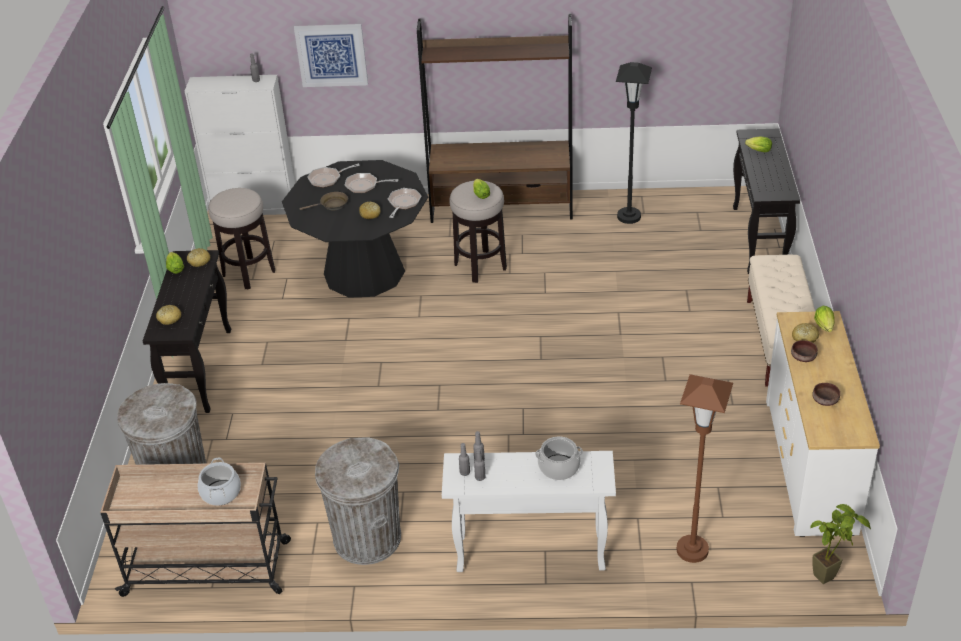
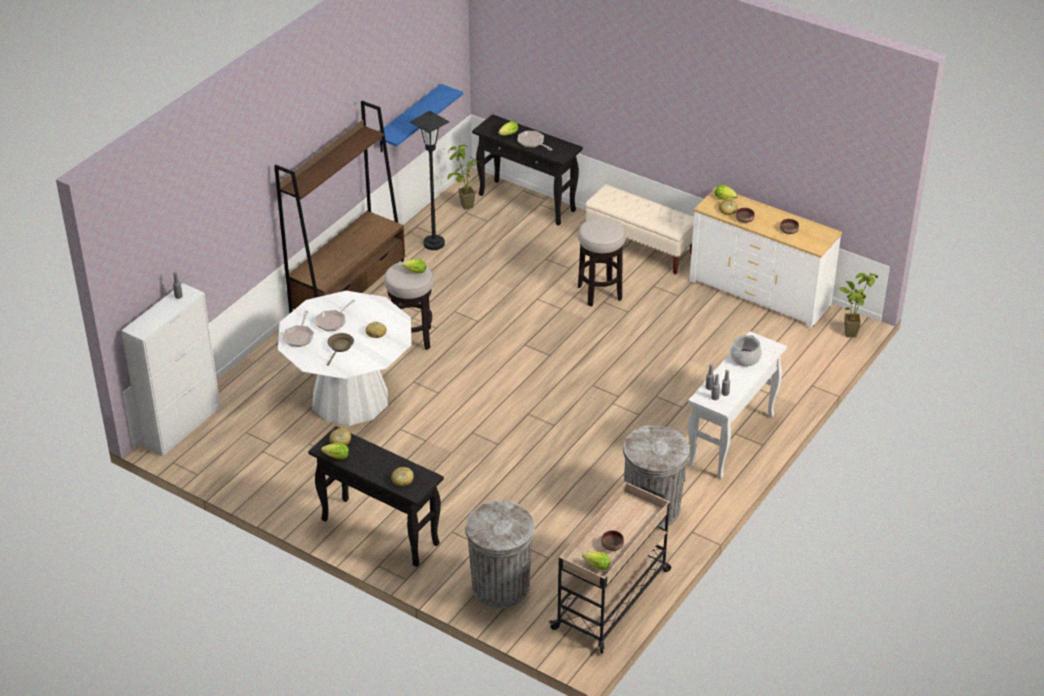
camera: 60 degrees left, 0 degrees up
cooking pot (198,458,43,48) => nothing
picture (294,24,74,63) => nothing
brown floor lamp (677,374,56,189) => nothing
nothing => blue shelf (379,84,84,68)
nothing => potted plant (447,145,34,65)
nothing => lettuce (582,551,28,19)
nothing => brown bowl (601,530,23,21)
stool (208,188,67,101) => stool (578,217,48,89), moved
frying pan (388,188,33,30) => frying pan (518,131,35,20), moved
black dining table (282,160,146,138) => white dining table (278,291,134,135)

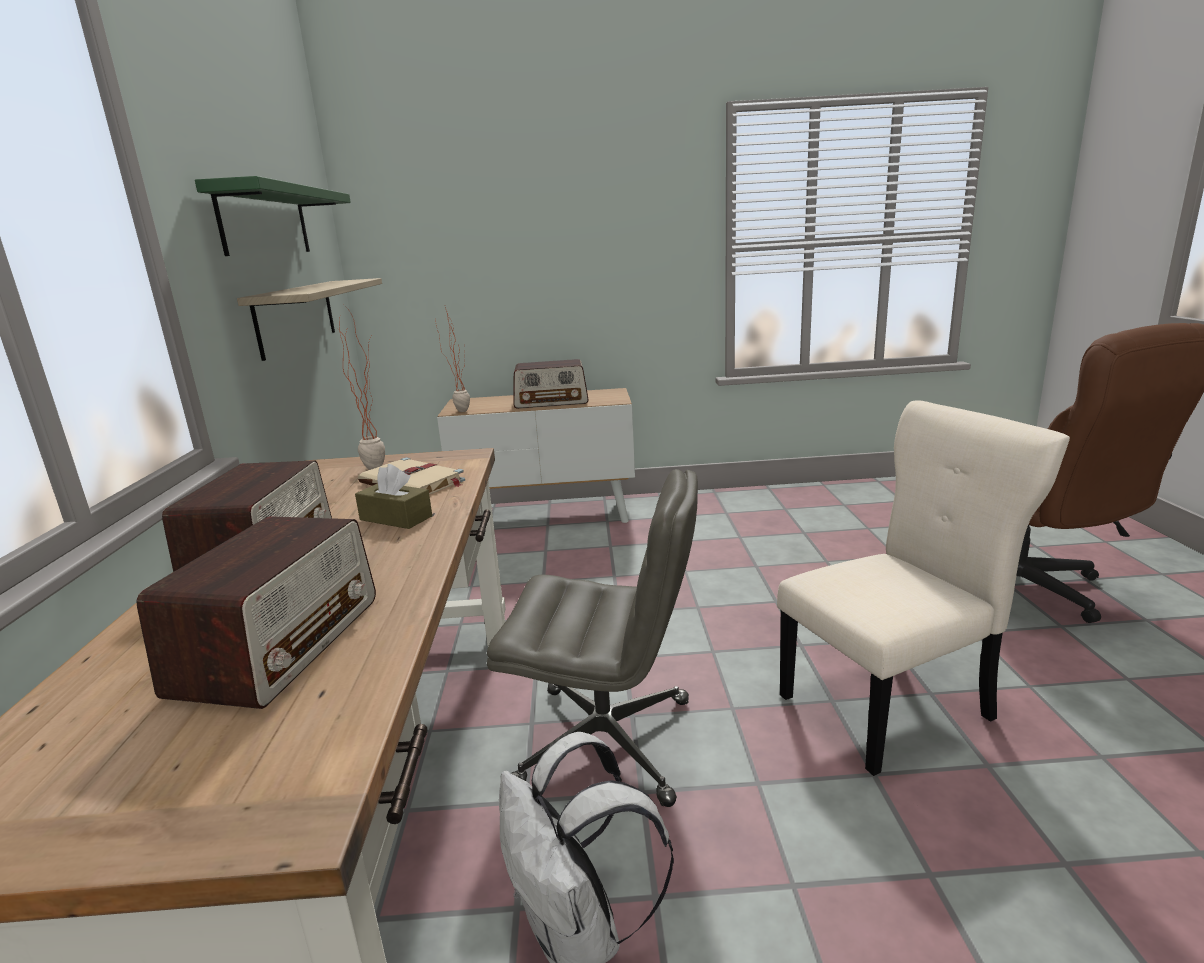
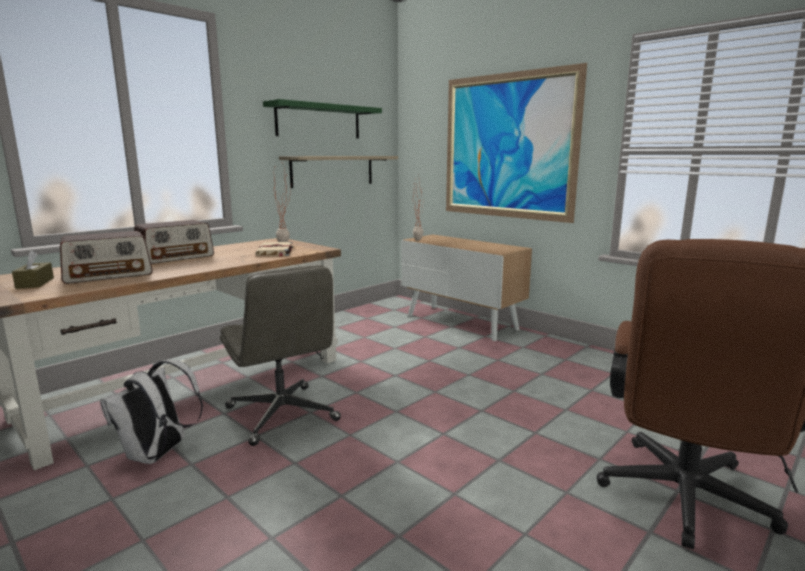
camera: 45 degrees right, 5 degrees down
radio (513,359,76,50) => nothing
beige chair (777,400,293,376) => nothing
nothing => picture (446,63,141,160)
brown tissue box (355,464,77,65) => brown tissue box (12,250,42,39), moved

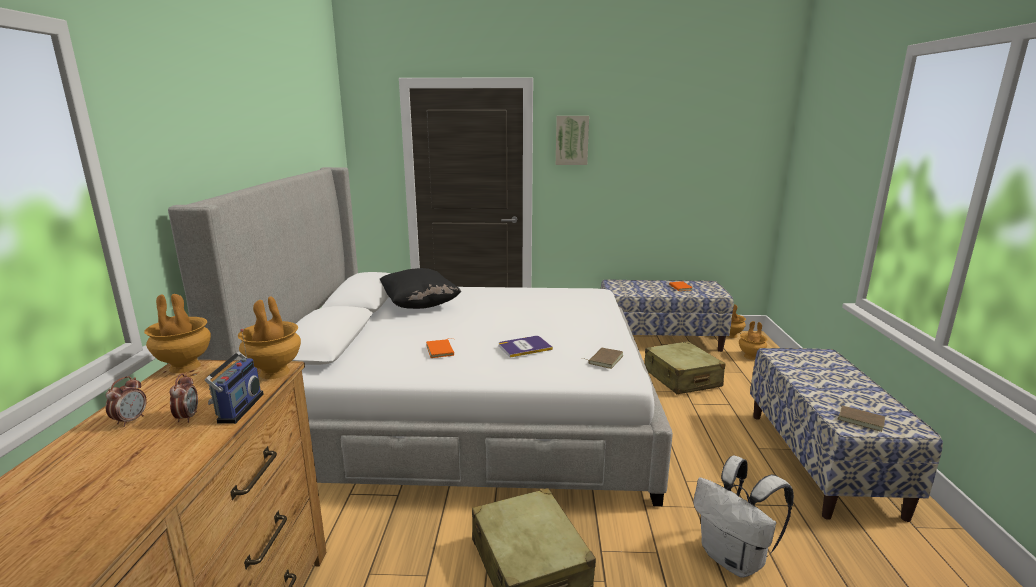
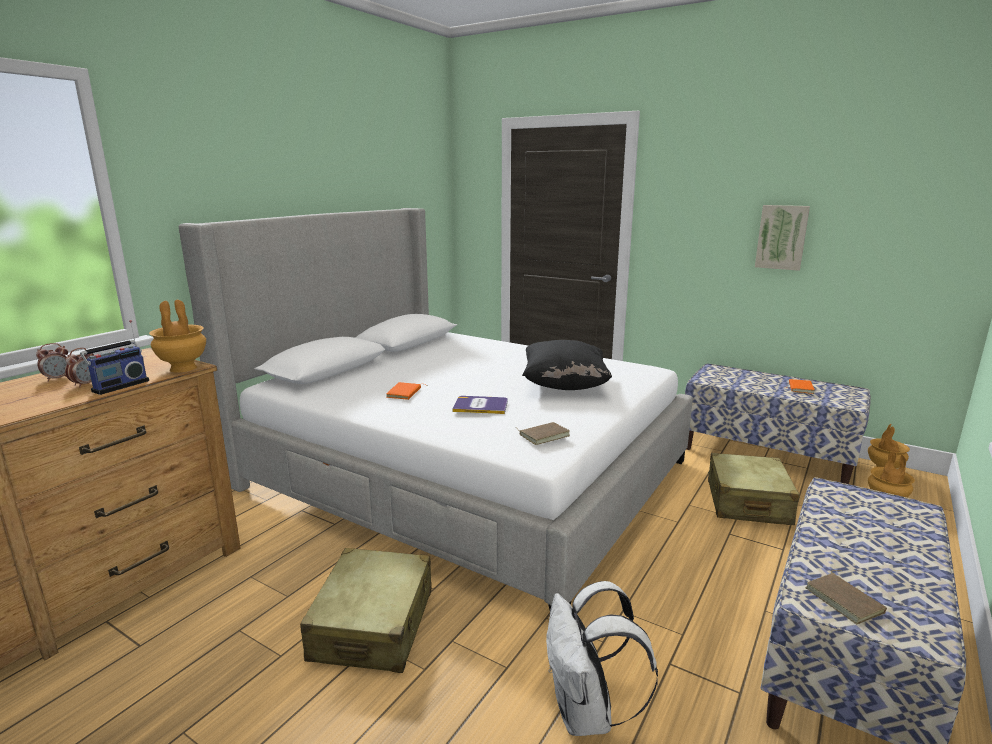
camera: 30 degrees right, 0 degrees up
brown vase (144,294,67,79) => nothing
black pillow (379,268,83,41) => black pillow (522,340,90,50), moved
picture (556,116,33,49) => picture (755,205,55,66), moved

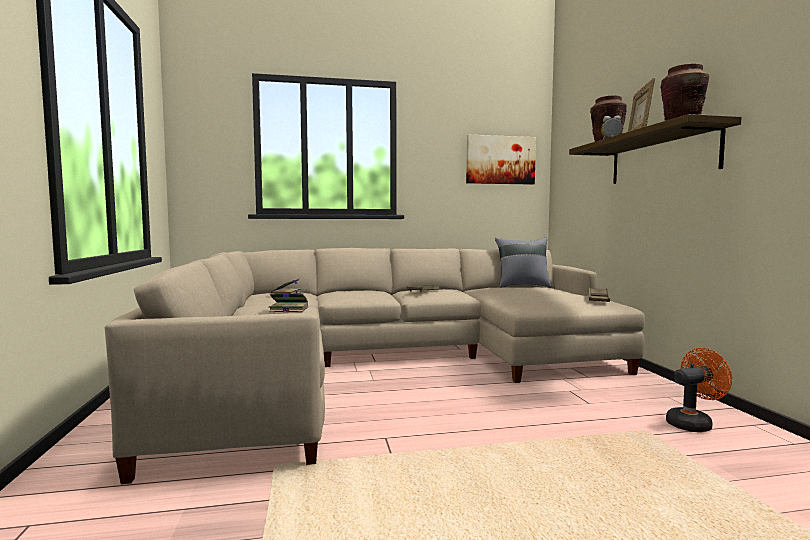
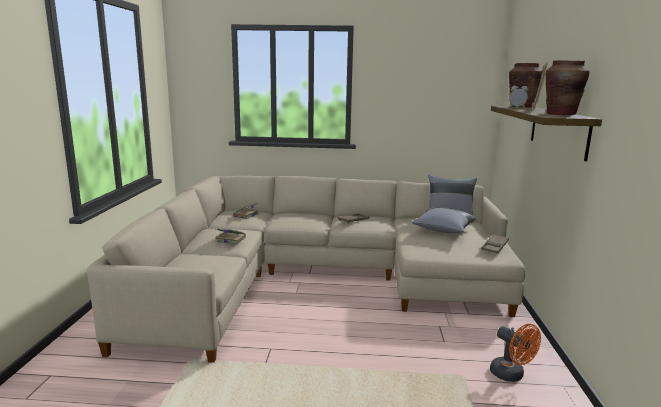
camera: 15 degrees right, 10 degrees up
picture (466,135,70,50) => nothing
nothing => grey pillow (412,207,64,26)
orange fan (666,348,66,84) => orange fan (490,324,51,58), 60 degrees clockwise

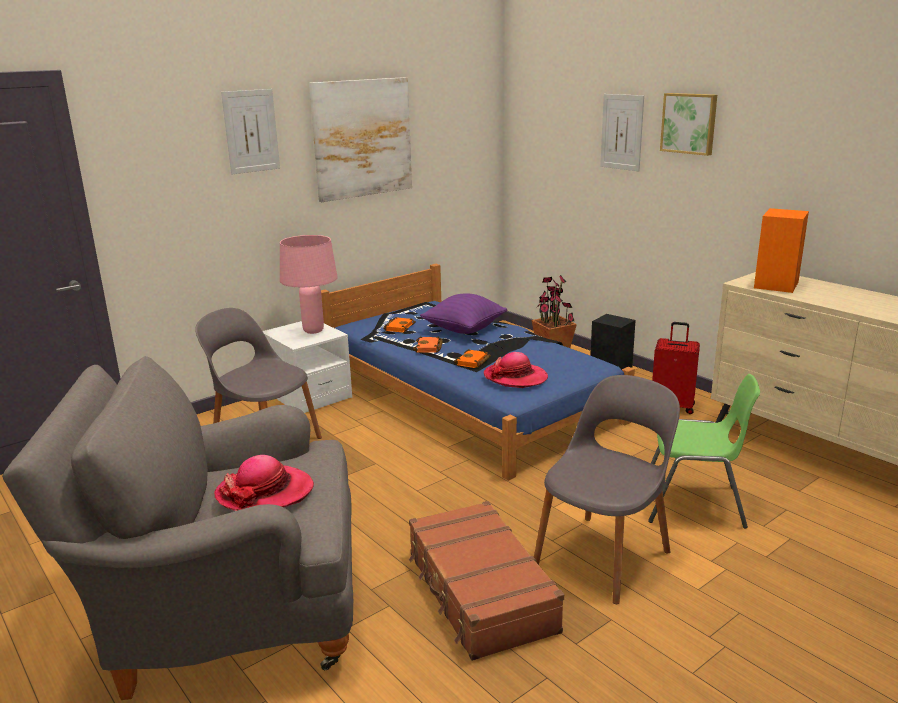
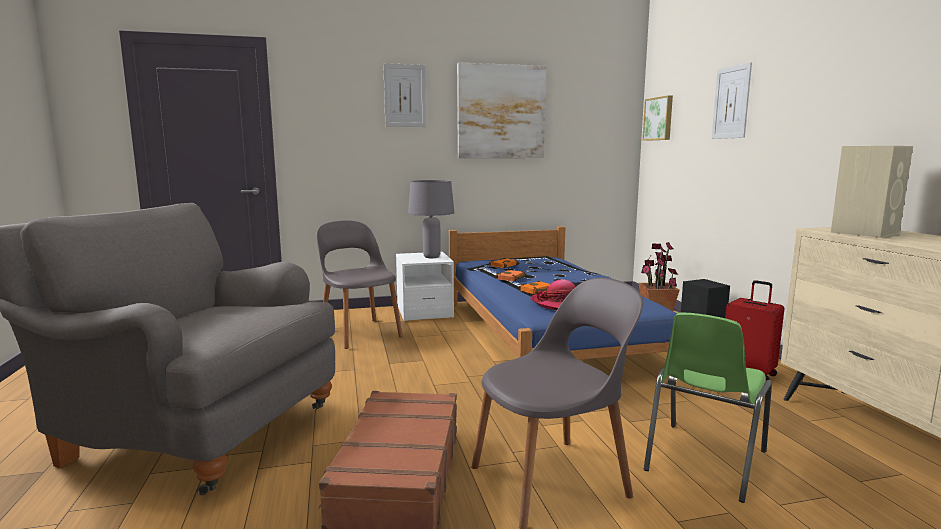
camera: 25 degrees right, 10 degrees down
hat (214,455,100,56) => nothing
purple pillow (420,293,87,41) => nothing
picture (660,93,57,63) => picture (642,95,31,46), moved
pink table lamp (280,235,58,99) => grey table lamp (408,180,46,78)
orange speaker (754,208,55,85) => beige speaker (831,146,82,92)
green chair (648,374,112,155) => green chair (644,313,128,190), 90 degrees clockwise

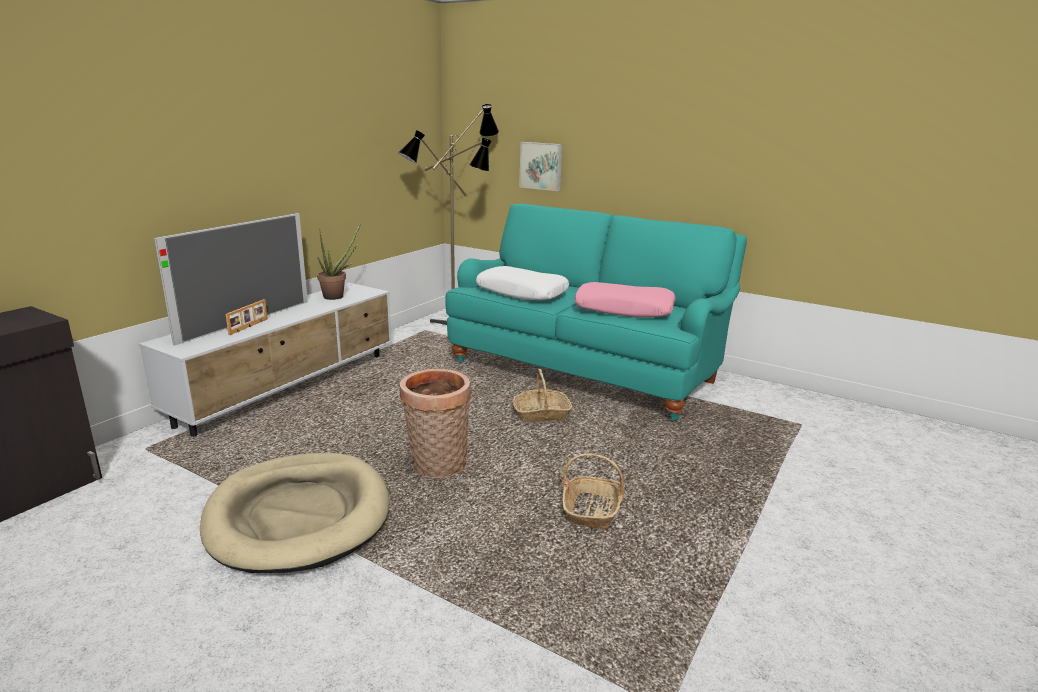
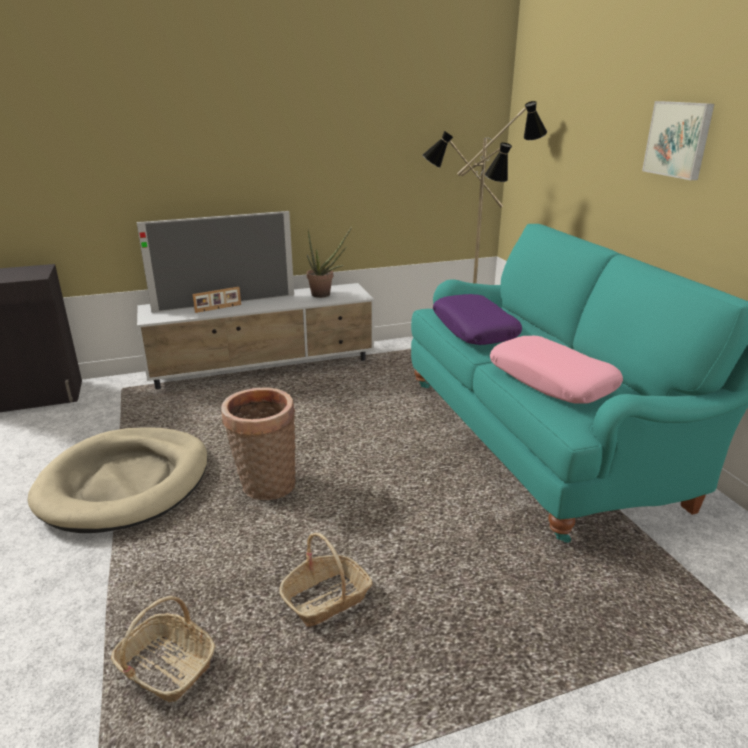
camera: 40 degrees right, 5 degrees up
basket (513,369,59,53) => basket (111,596,105,106), moved
picture (519,142,43,49) => picture (642,101,72,79), moved
white pillow (476,266,93,34) => purple pillow (433,294,89,51)

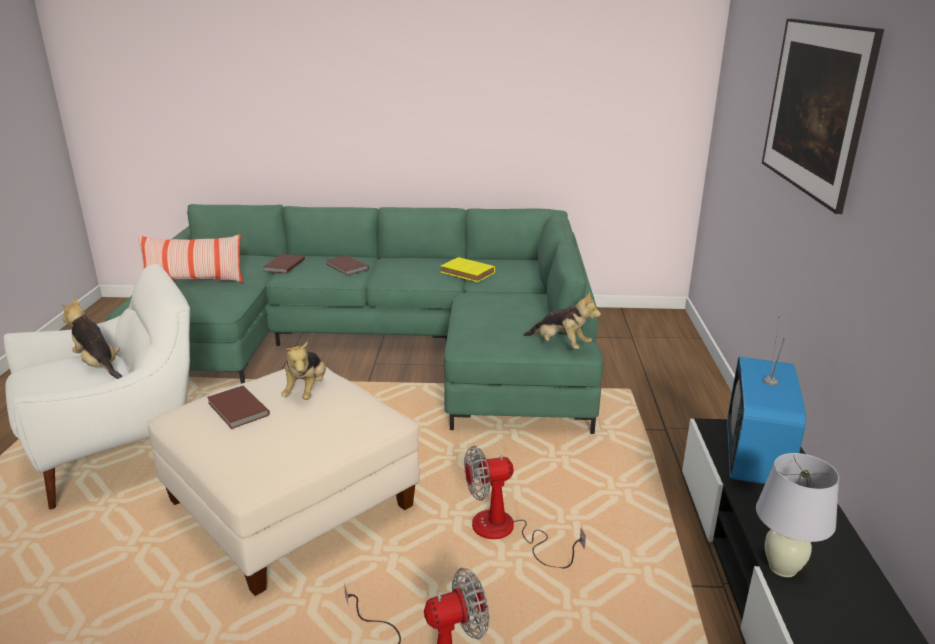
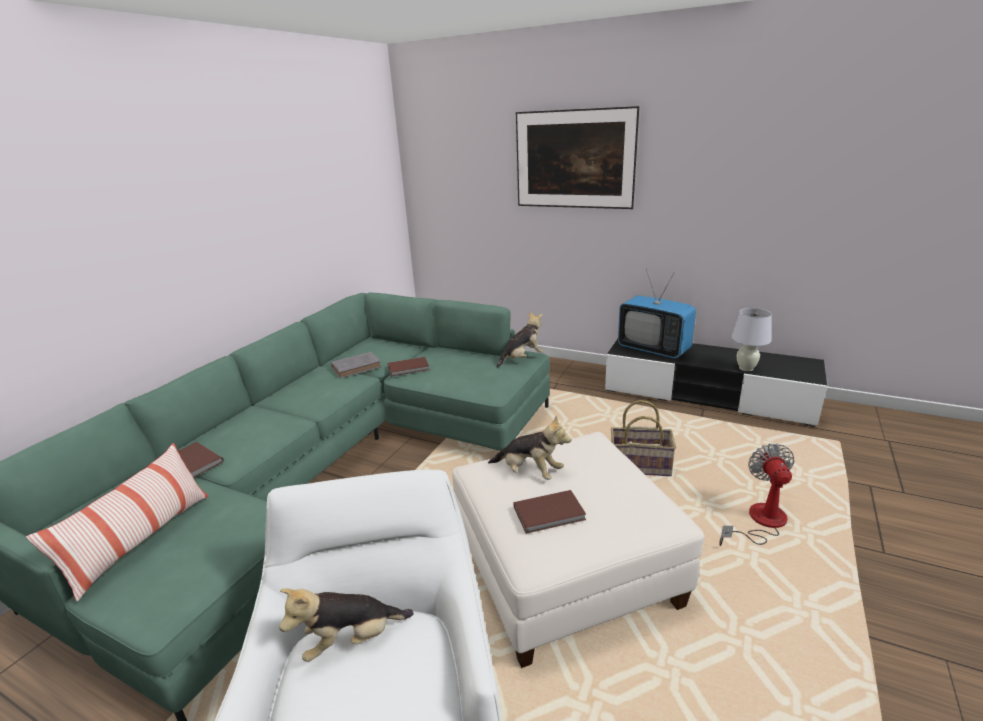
camera: 65 degrees left, 0 degrees up
brown book (325,255,44,20) => brown book (388,357,41,20), moved
fan (464,446,122,122) => basket (611,400,65,76)
yellow book (441,257,54,25) => grey book (331,352,50,26)

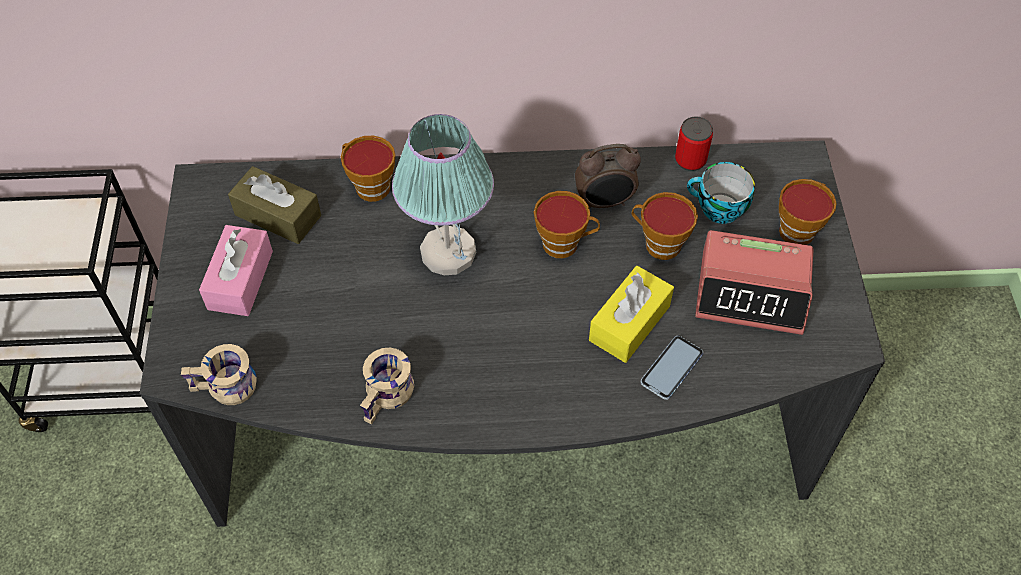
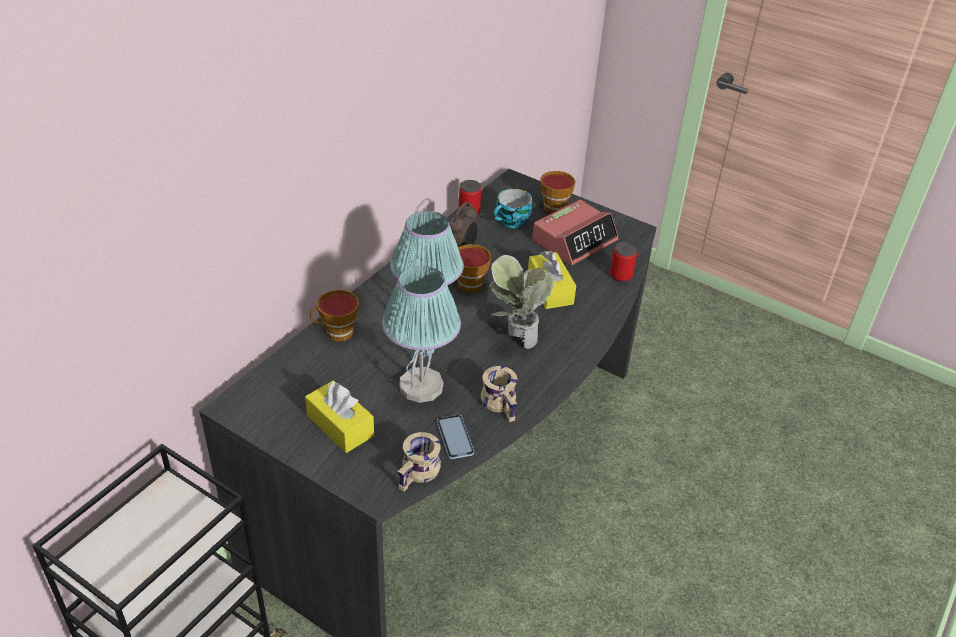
camera: 55 degrees left, 15 degrees down
brown tissue box (228,166,93,78) => nothing
cup (632,192,66,68) => nothing
nothing => table lamp (382,266,79,137)
nothing => potted plant (489,255,65,94)
nothing => can (610,242,27,40)
phone (641,336,62,64) => phone (437,415,37,44), moved
pink tissue box (199,225,74,91) => yellow tissue box (305,380,69,73)

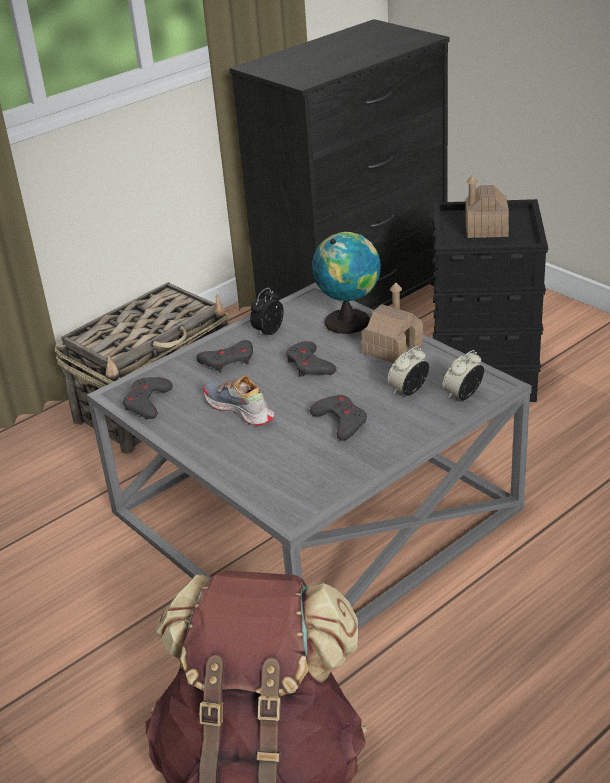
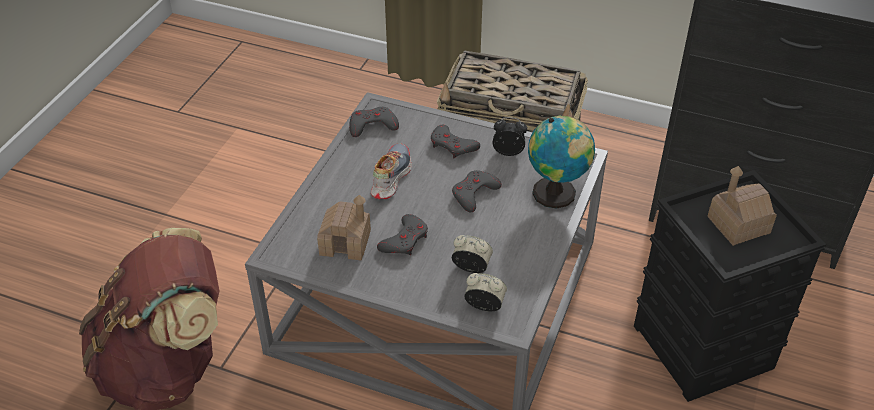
camera: 60 degrees right, 10 degrees up
toy house (361,282,62,81) => toy house (317,195,54,65), moved

